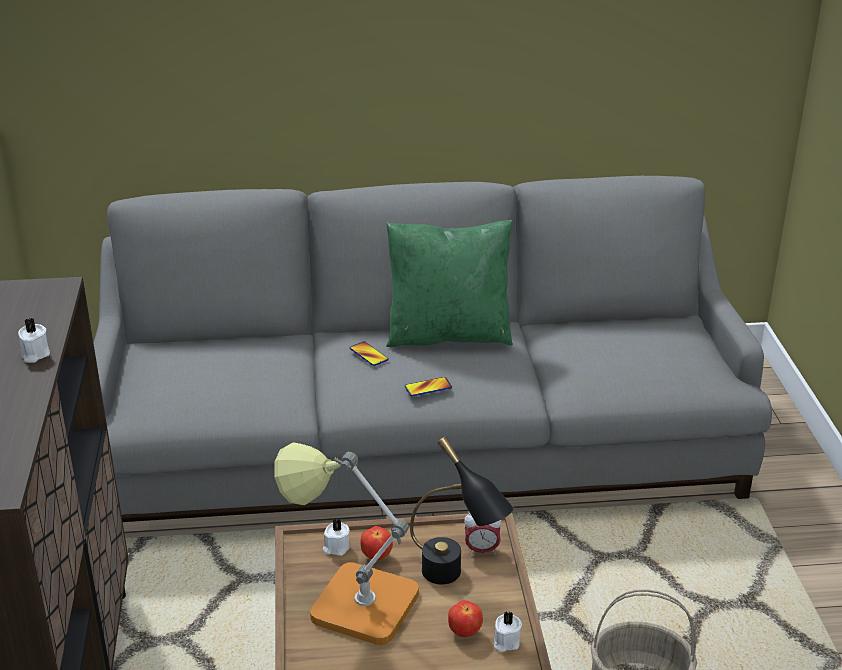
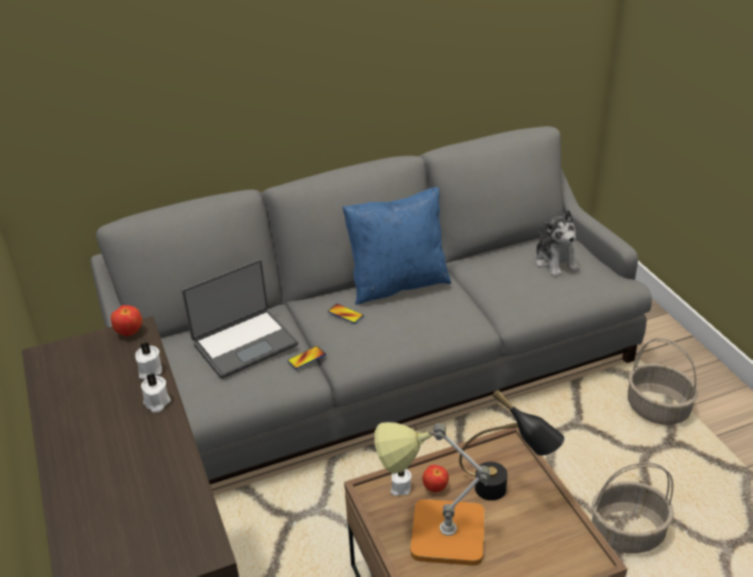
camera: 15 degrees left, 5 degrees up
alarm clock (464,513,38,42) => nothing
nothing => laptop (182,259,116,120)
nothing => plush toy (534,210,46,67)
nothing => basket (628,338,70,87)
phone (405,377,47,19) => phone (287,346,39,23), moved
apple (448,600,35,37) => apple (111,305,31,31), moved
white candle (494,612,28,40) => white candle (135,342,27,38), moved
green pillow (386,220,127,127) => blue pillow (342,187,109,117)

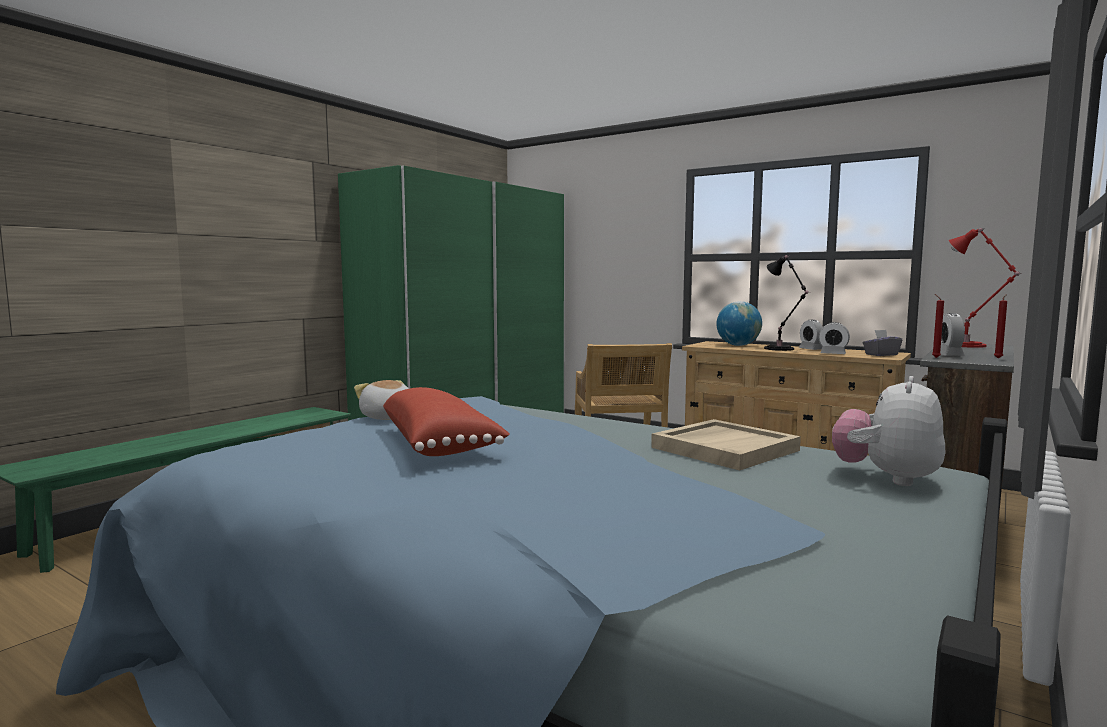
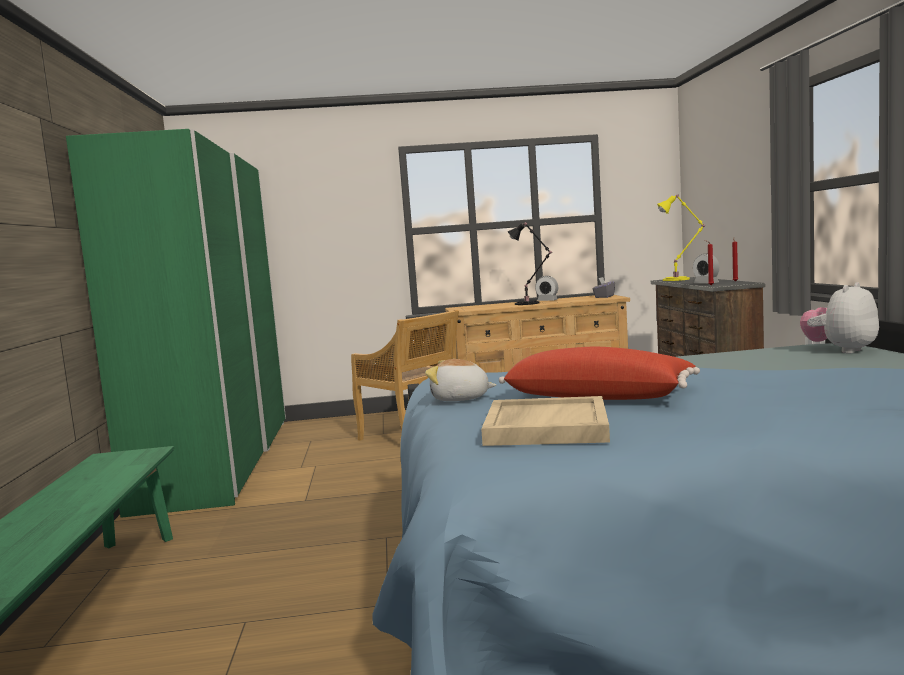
camera: 40 degrees left, 0 degrees up
globe (717,301,45,45) => nothing
alarm clock (818,322,32,32) => nothing
beige tray (651,419,150,52) => beige tray (481,396,129,50), moved
red table lamp (949,228,71,120) => yellow table lamp (657,195,48,86)
plush toy (832,376,114,110) => plush toy (800,282,79,72), 60 degrees clockwise

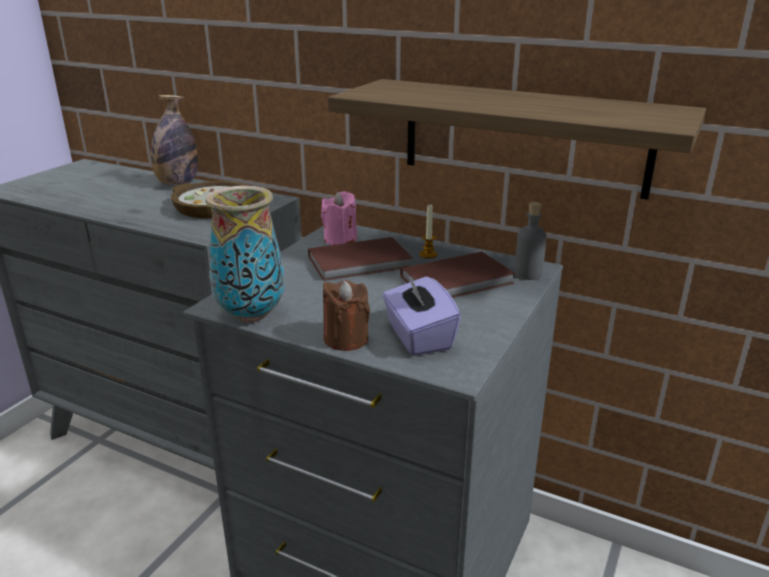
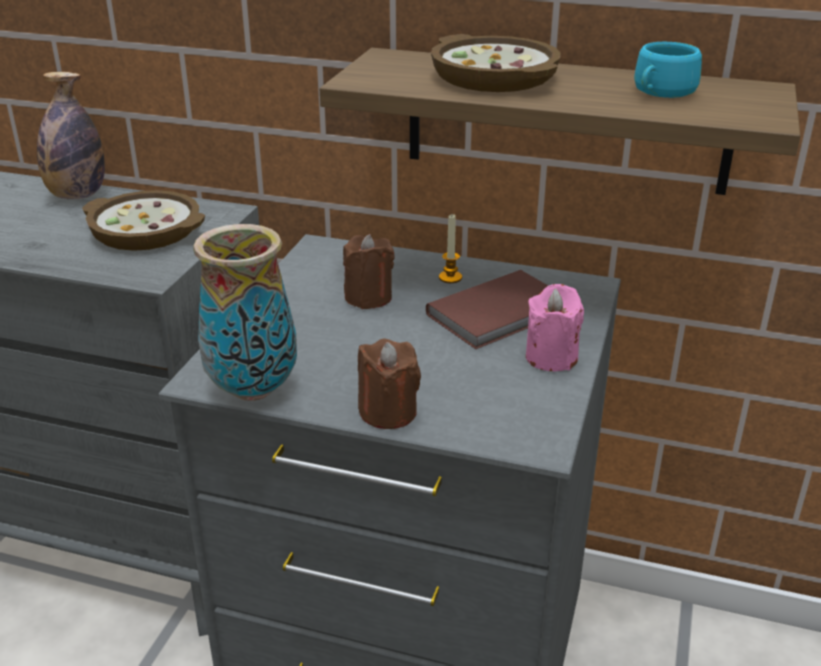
camera: 10 degrees left, 5 degrees up
purple tissue box (382,273,79,83) => nothing
grey bottle (514,202,33,78) => nothing
nothing => bowl (431,34,130,58)
nothing => turquoise cup (634,42,68,56)
pink candle (321,191,36,54) => pink candle (526,284,58,87), moved
brown book (308,237,104,44) => brown candle (343,234,52,75)

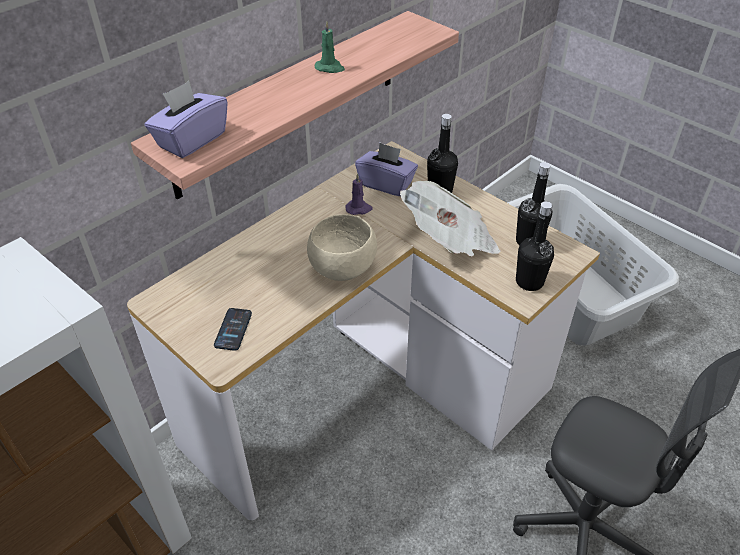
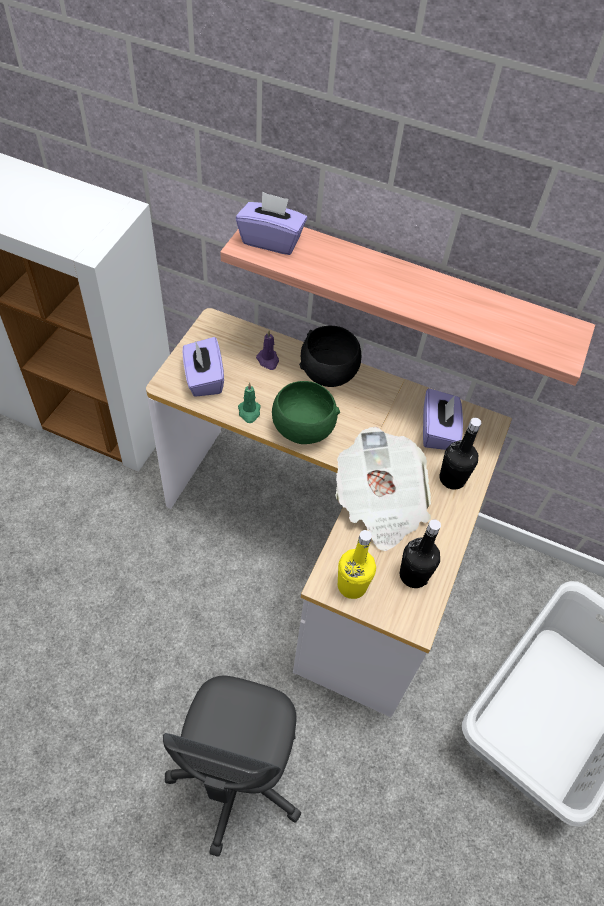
camera: 65 degrees right, 10 degrees up
nothing => black bowl (299,326,62,61)
green candle (315,21,30,52) => green candle (238,382,23,41), moved
purple candle (346,173,27,42) => purple candle (256,331,23,39), moved
phone (214,308,38,43) => purple tissue box (183,337,41,60)
beige bowl (307,214,70,67) => green bowl (272,381,68,63)
black bottle (516,201,38,90) => yellow bottle (338,530,38,69)

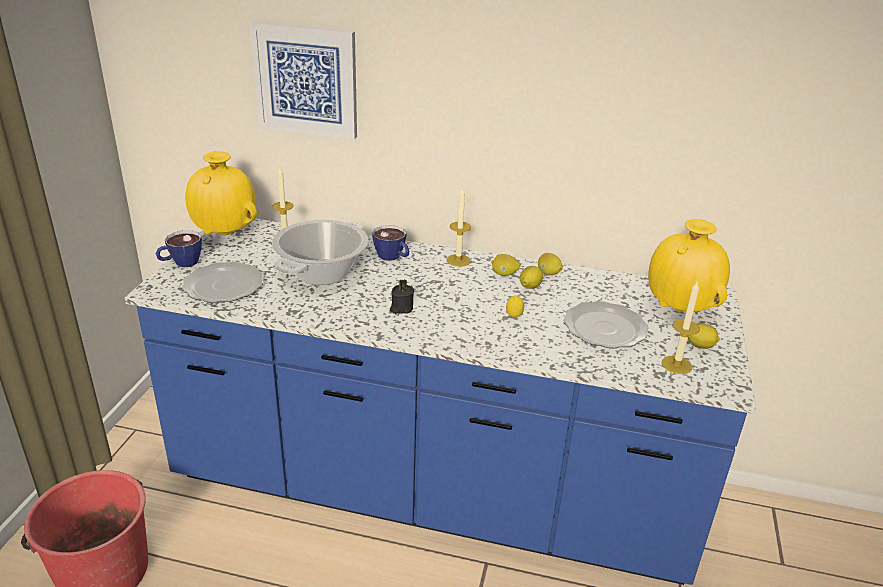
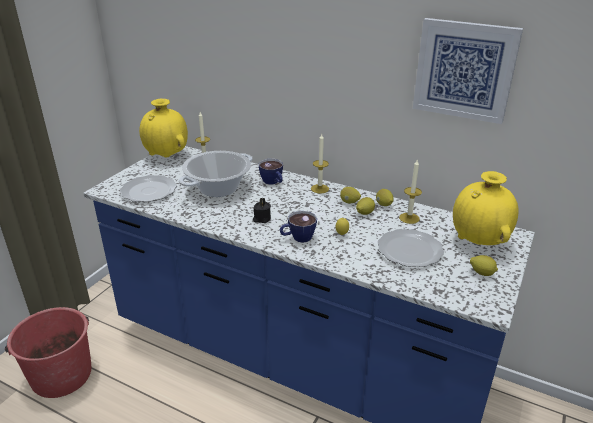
camera: 15 degrees right, 0 degrees up
cup (156,230,46,37) => cup (280,211,37,31), moved
picture (250,22,107,117) => picture (413,18,110,106), moved
candle (661,280,39,94) => candle (399,160,23,64), moved

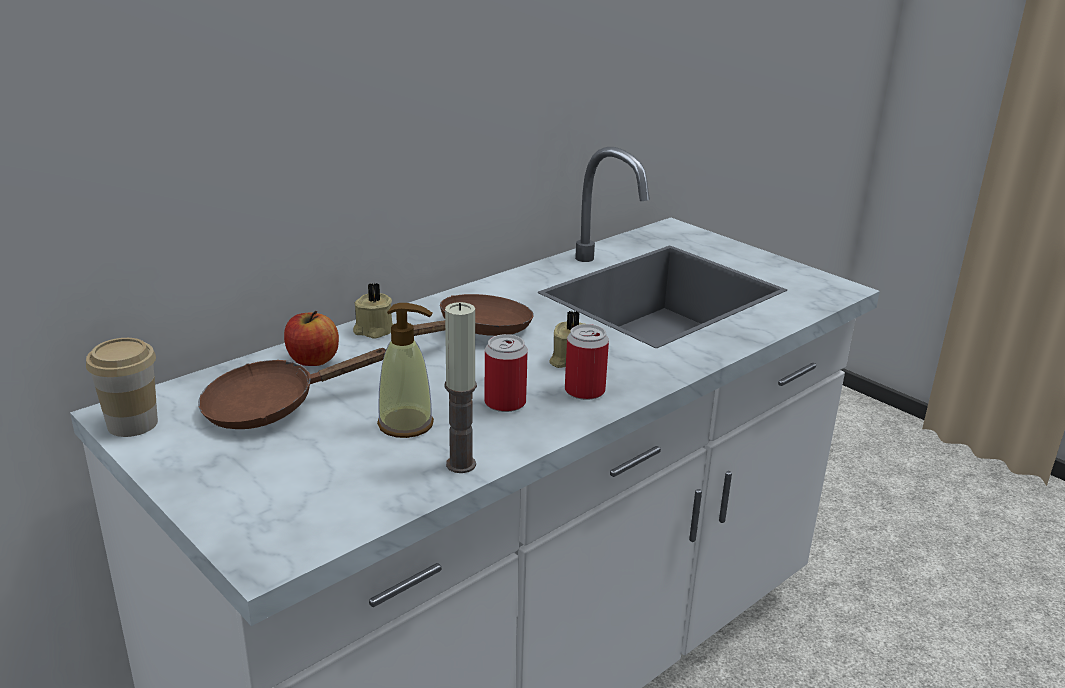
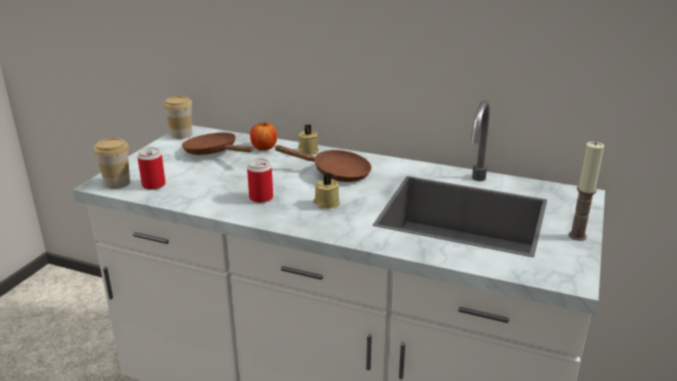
camera: 65 degrees right, 0 degrees up
soap dispenser (377,303,57,135) => nothing
nothing => cup (94,138,36,51)
candle (444,302,33,171) => candle (568,142,37,99), moved
can (565,324,44,76) => can (137,147,29,43), moved

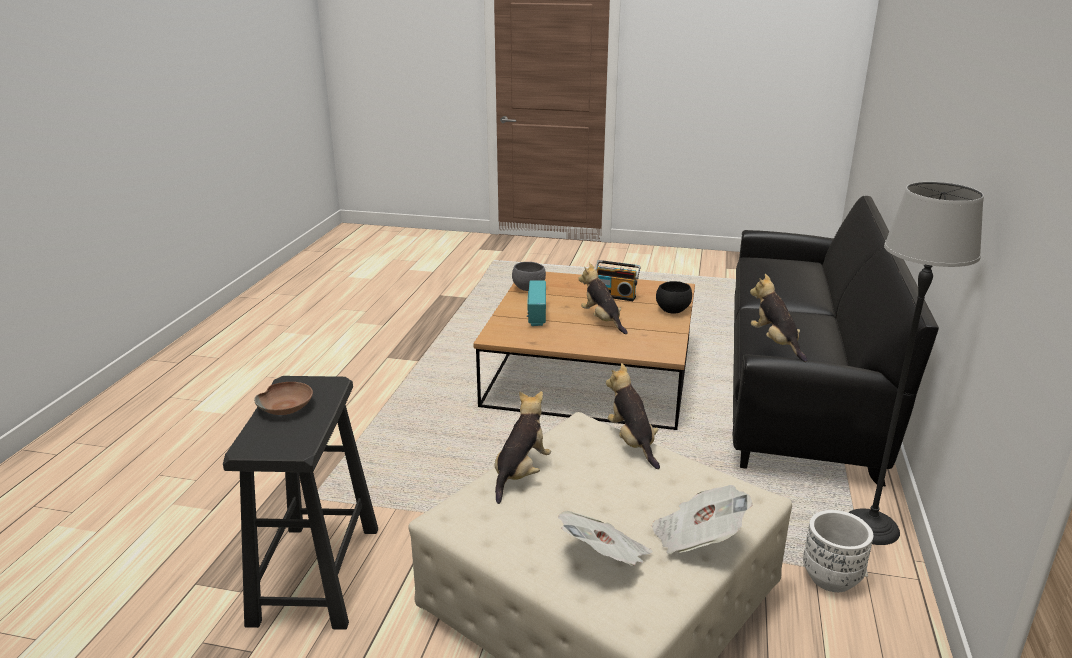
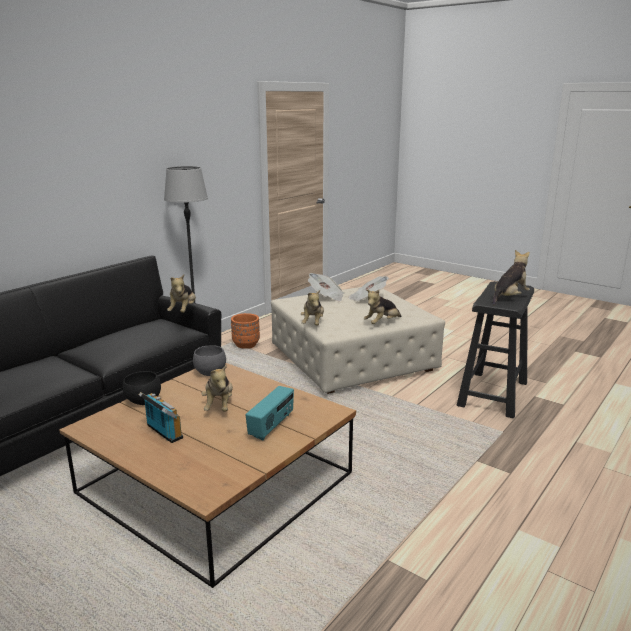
camera: 155 degrees left, 5 degrees down
grey bowl (512,262,34,29) => grey bowl (193,345,33,31), moved
brown bowl (254,382,59,33) => plush toy (493,250,37,55)
white planter (803,510,70,82) => orange planter (231,313,29,36)

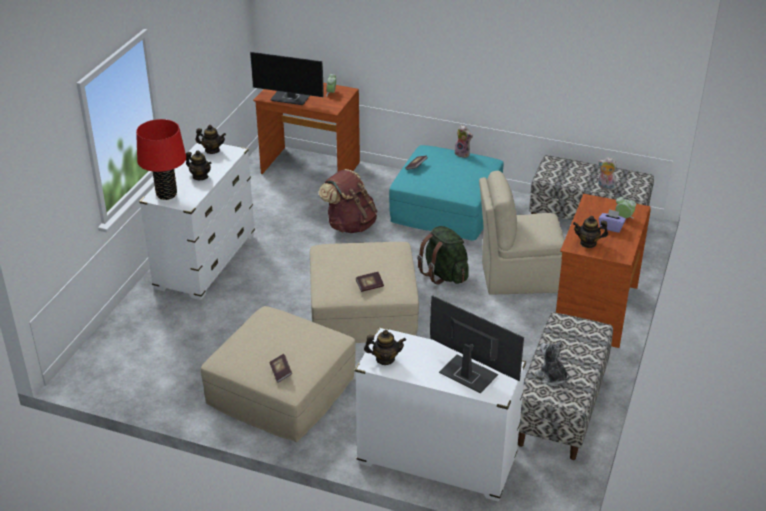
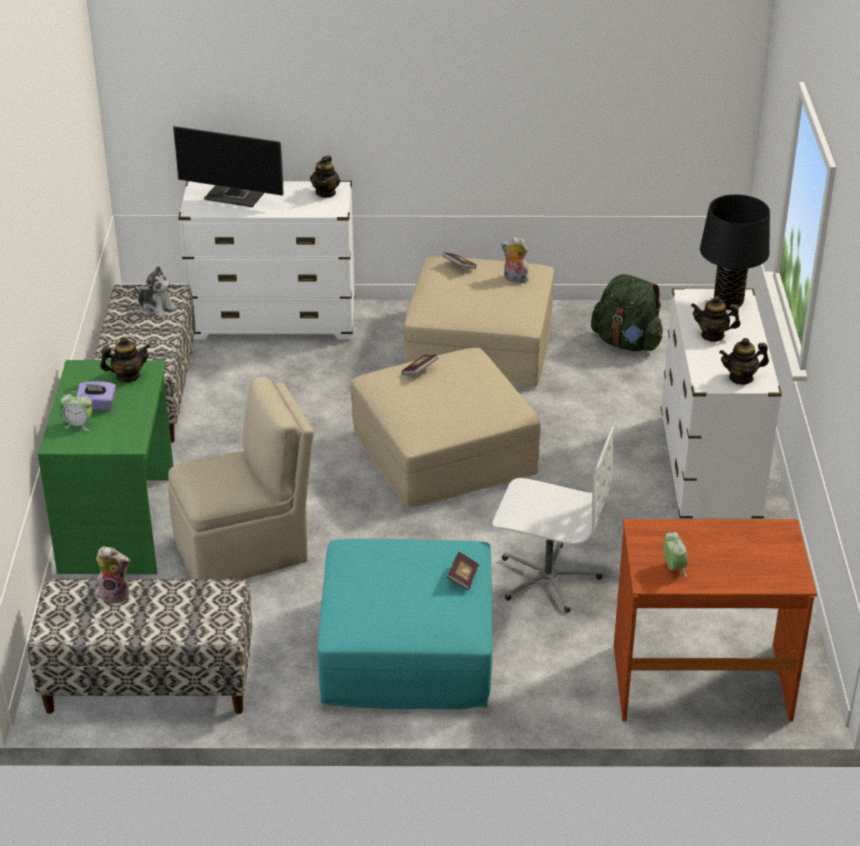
camera: 160 degrees right, 0 degrees up
monitor (250,52,74,53) => nothing
green backpack (417,226,52,58) => green backpack (591,274,72,77), moved
plush toy (454,125,19,33) => plush toy (501,237,28,46), moved
brown backpack (318,169,59,64) => white office chair (493,425,121,188)
red table lamp (136,119,50,81) => black table lamp (700,194,70,116)
brown desk (556,194,95,154) => green desk (38,360,135,214)
teapot (364,330,42,35) => teapot (310,156,30,42), 60 degrees counterclockwise

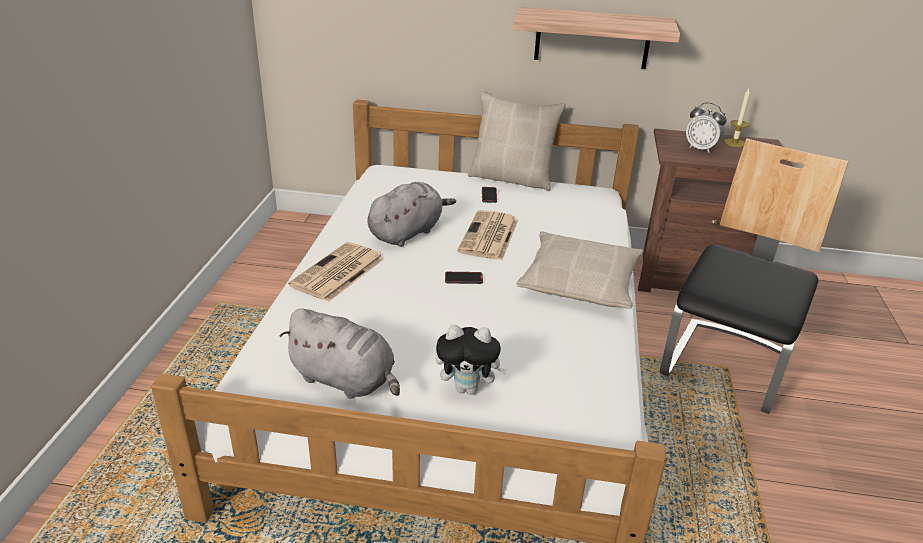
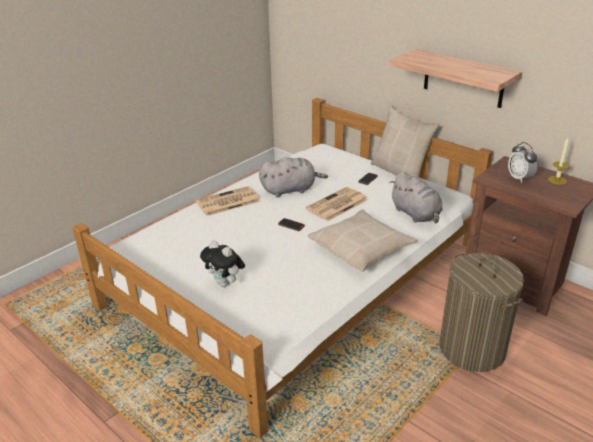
camera: 35 degrees right, 0 degrees up
grey plush toy (280,308,120,91) => grey plush toy (389,171,54,52), moved
chair (660,138,189,276) => laundry basket (440,253,84,119)

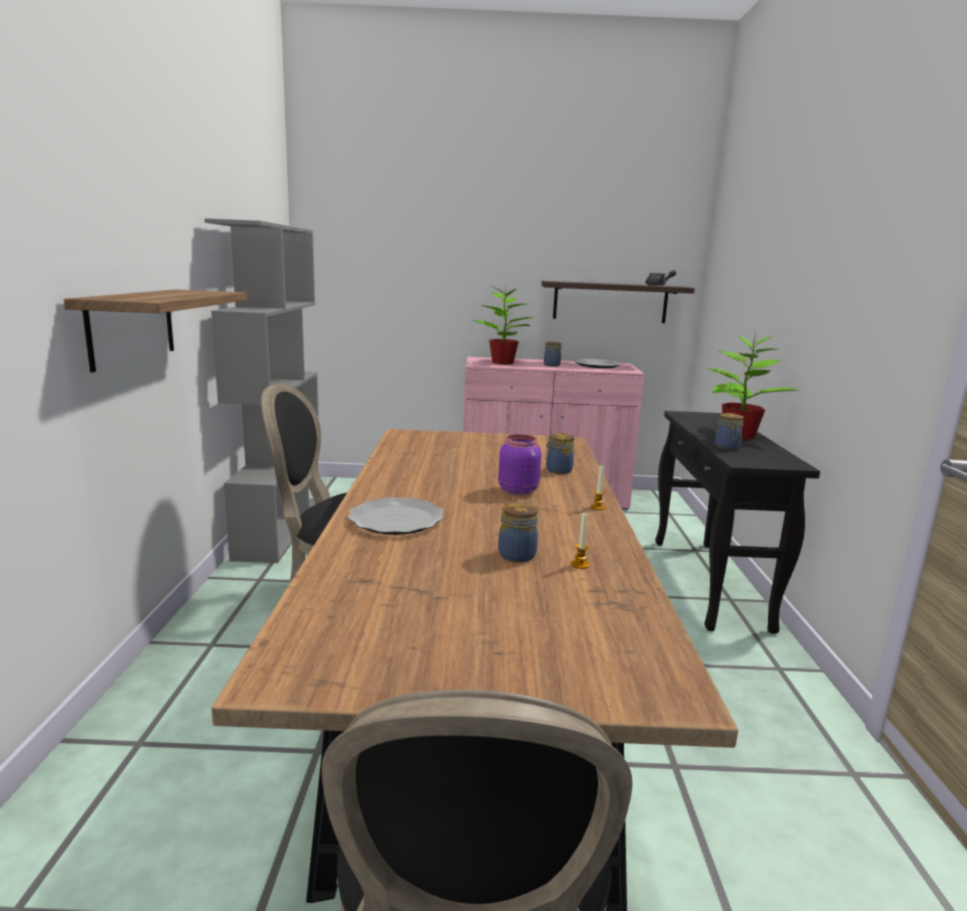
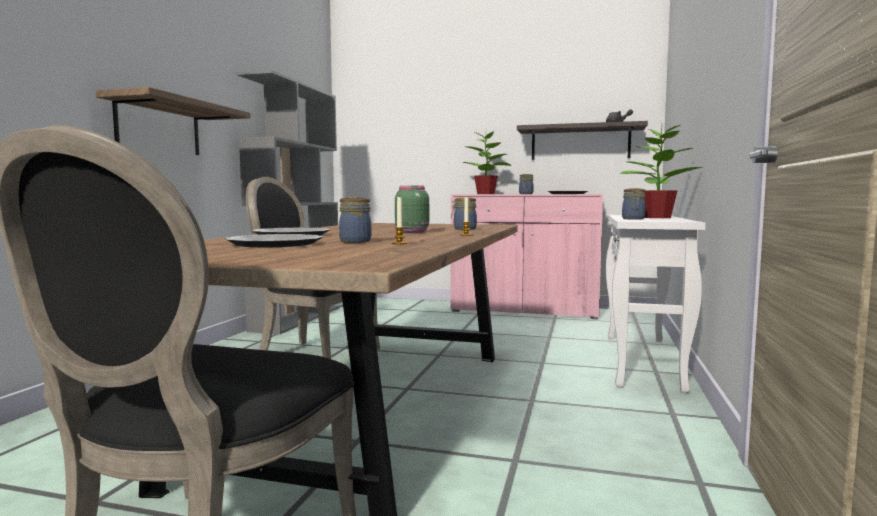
camera: 15 degrees right, 10 degrees down
nothing => plate (225,234,98,13)
purple jar (498,434,43,62) => green jar (395,185,34,48)
black console table (655,411,165,223) => white console table (606,215,100,178)

